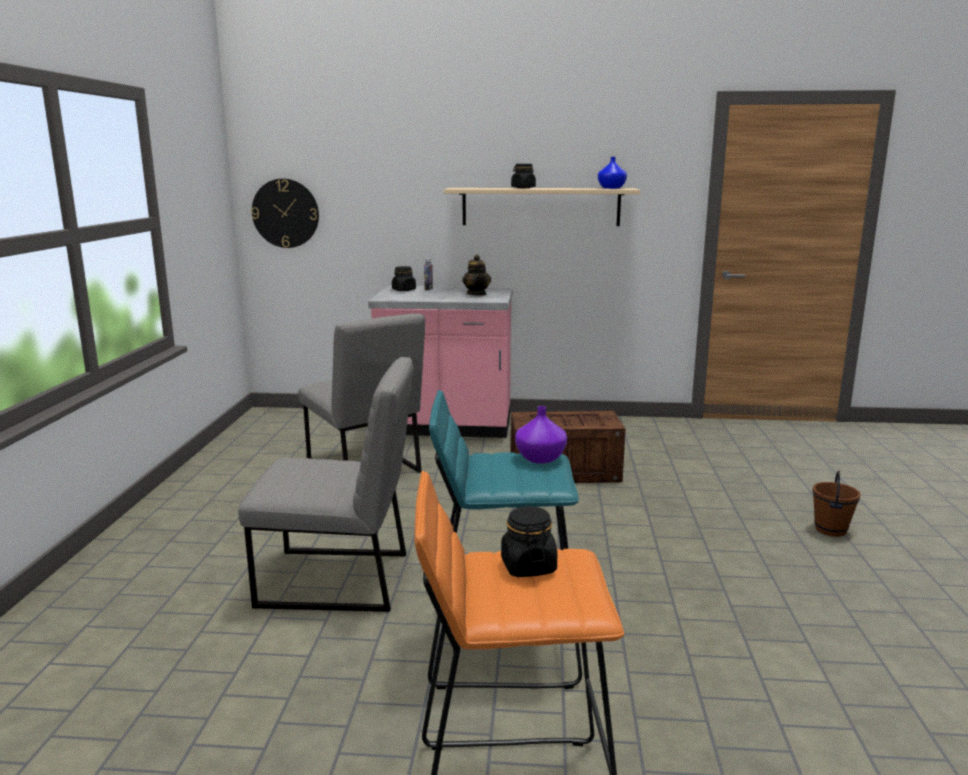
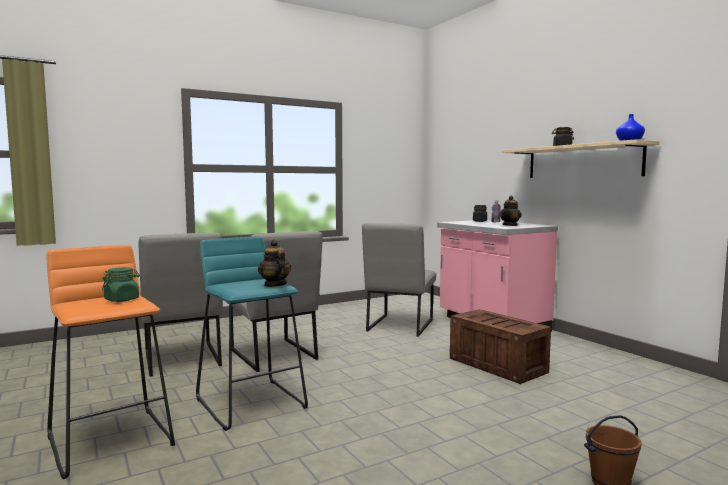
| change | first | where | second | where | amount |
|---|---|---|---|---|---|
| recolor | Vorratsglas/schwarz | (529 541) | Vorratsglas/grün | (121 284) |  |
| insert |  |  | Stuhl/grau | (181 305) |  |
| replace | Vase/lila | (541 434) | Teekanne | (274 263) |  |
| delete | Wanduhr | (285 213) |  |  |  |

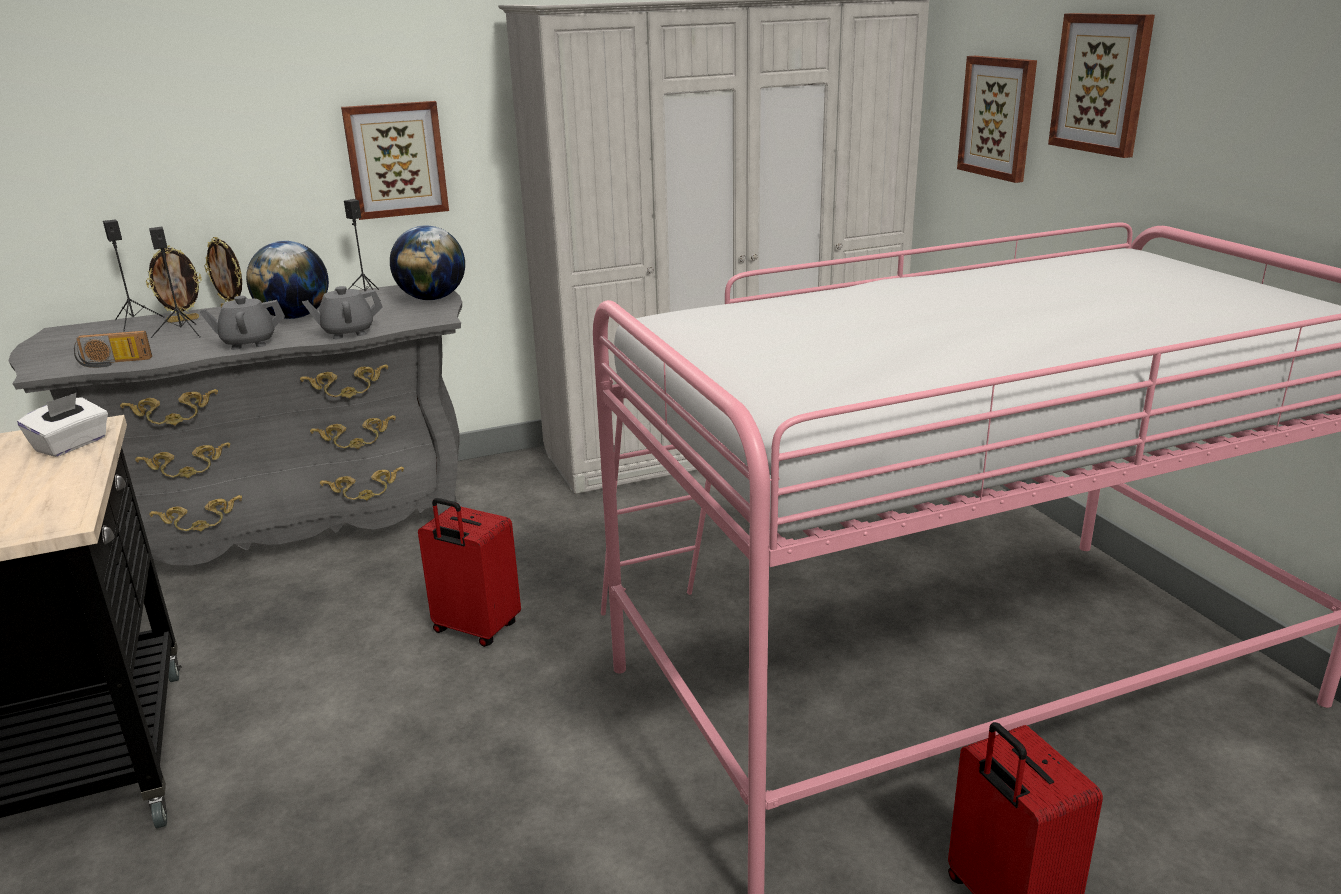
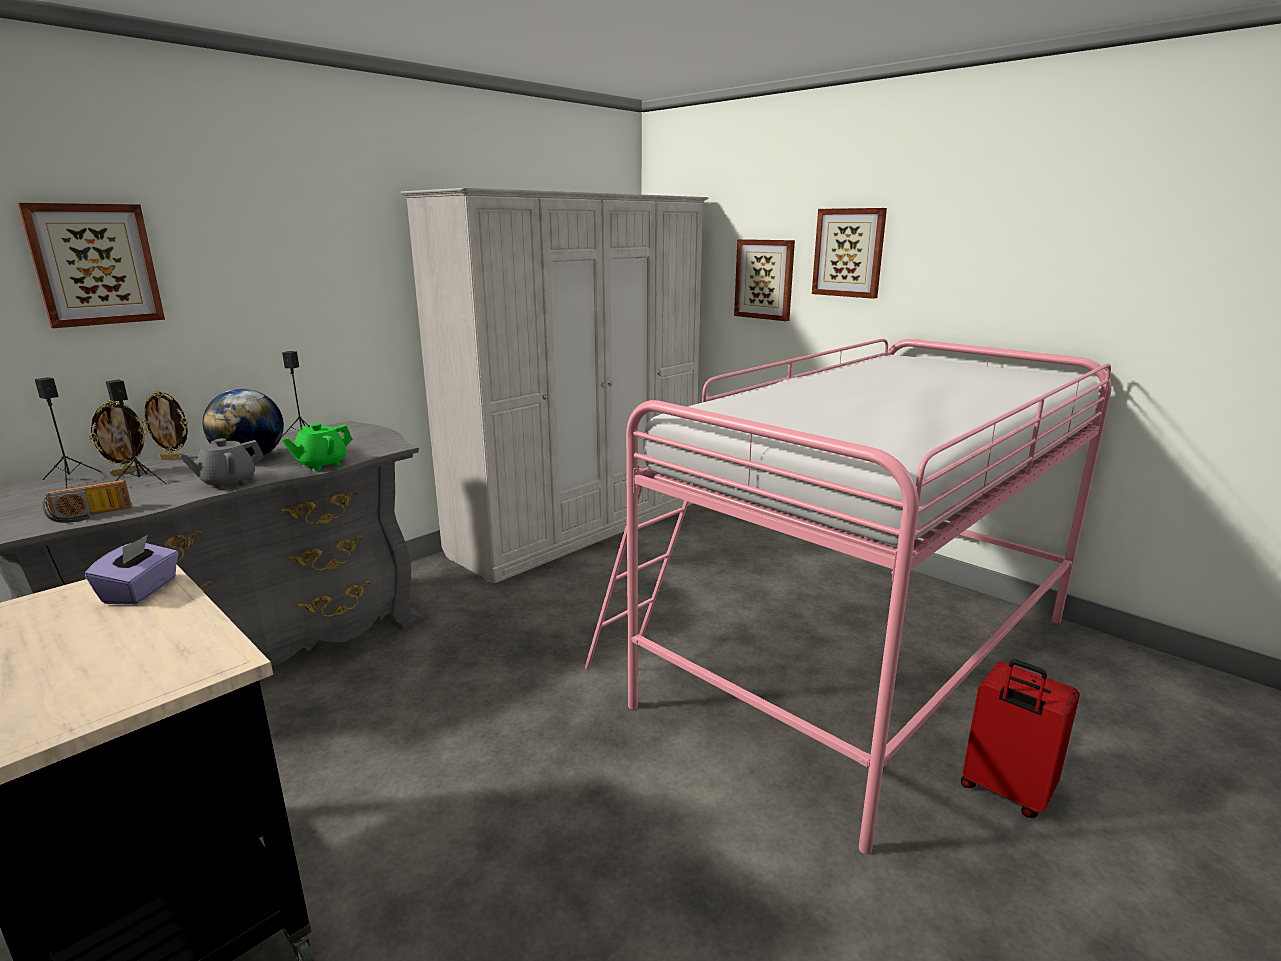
| change | first | where | second | where | amount |
|---|---|---|---|---|---|
| move | Bild | (395 160) |  | (91 265) |  |
| recolor | Taschentuchbox/weiß | (62 425) | Taschentuchbox/lila | (132 570) |  |
| recolor | Teekanne/grau | (342 312) | Teekanne/grün | (317 447) |  |
| delete | Globus | (427 262) |  |  |  |
| delete | Koffer/rot | (469 572) |  |  |  |

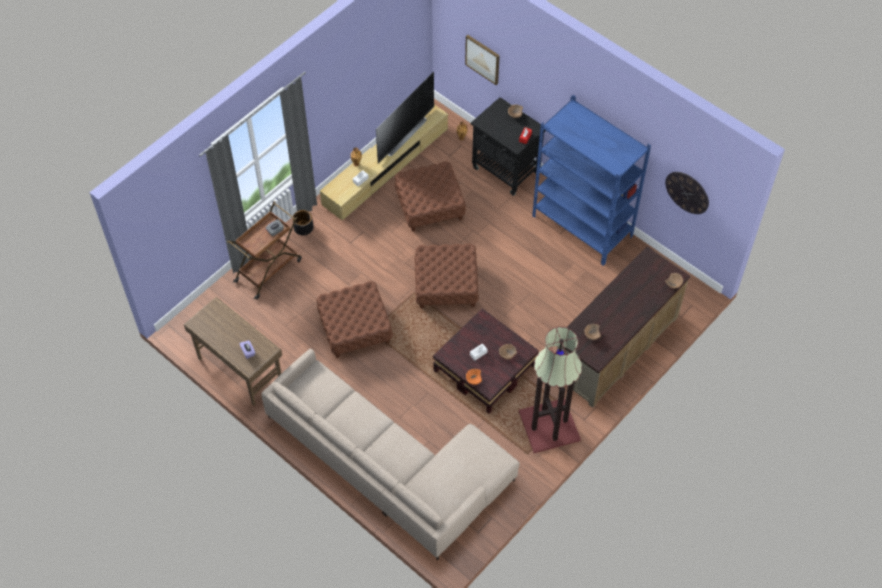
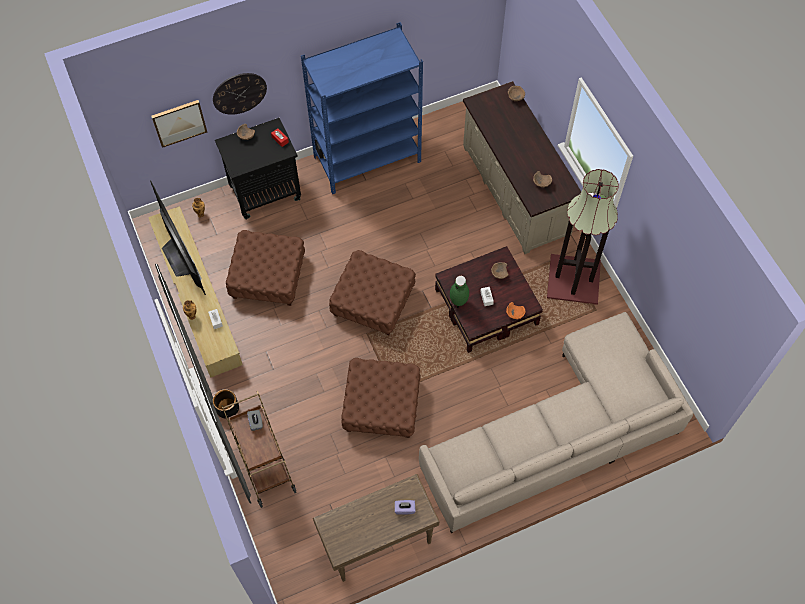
| change | first | where | second | where | amount |
|---|---|---|---|---|---|
| move | Wanduhr | (687 193) |  | (240 94) |  |
| insert |  |  | Vase/grün | (459 292) |  |

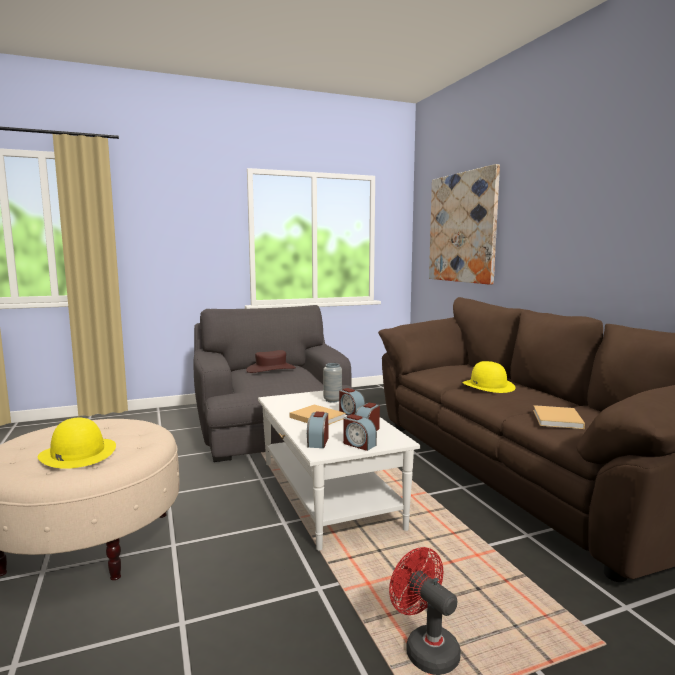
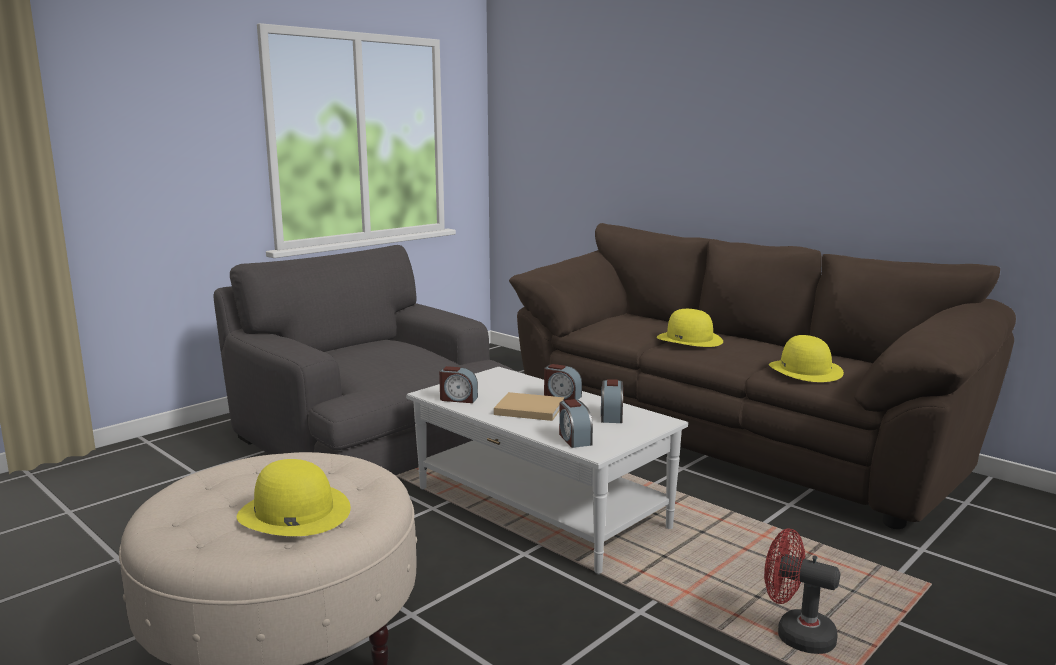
| change | first | where | second | where | amount |
|---|---|---|---|---|---|
| move | Wecker | (360 432) |  | (458 384) |  |
| replace | Buch/beige | (559 417) | Hut/gelb | (806 358) |  |
| delete | Hut/braun | (271 361) |  |  |  |
| delete | Vase/grau | (332 382) |  |  |  |
| delete | Bild | (464 224) |  |  |  |

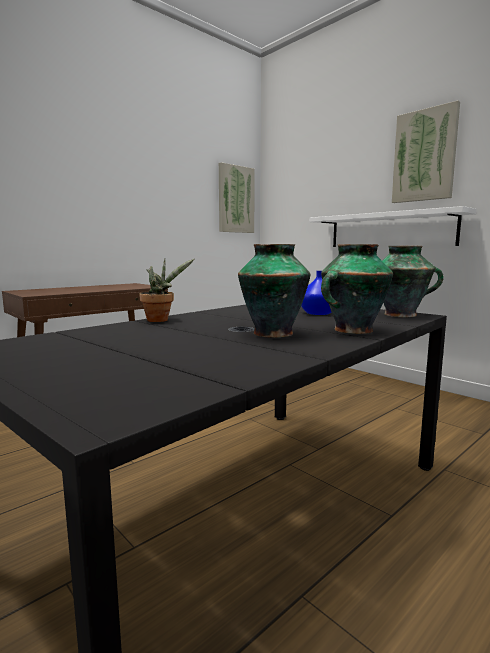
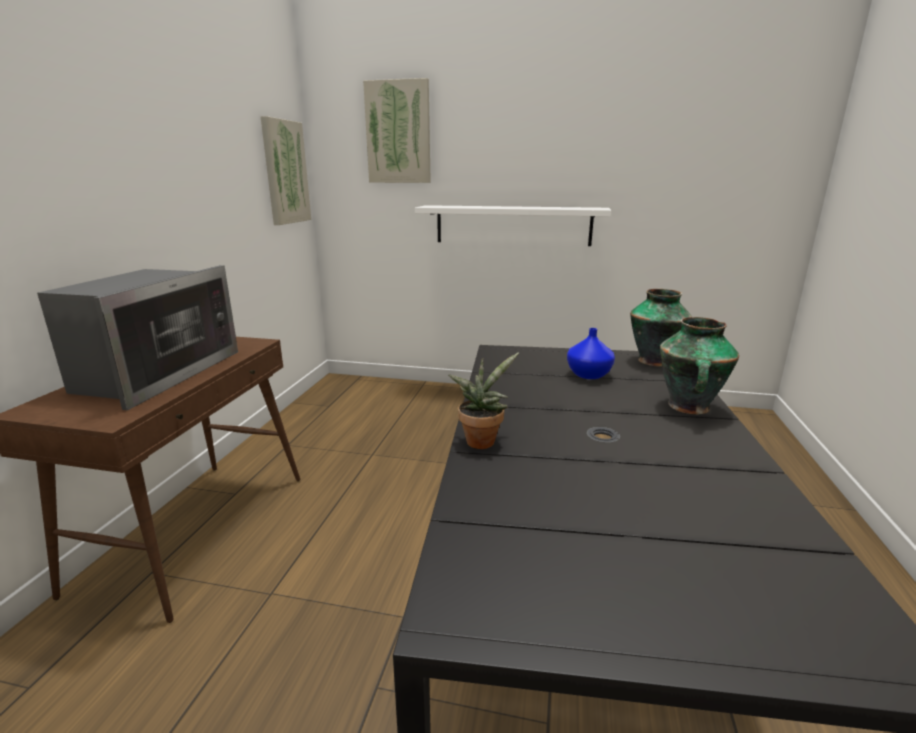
| change | first | where | second | where | amount |
|---|---|---|---|---|---|
| insert |  |  | Mikrowelle | (137 337) |  |
| move | Bild | (426 151) |  | (397 130) |  |
| delete | Vase | (274 291) |  |  |  |

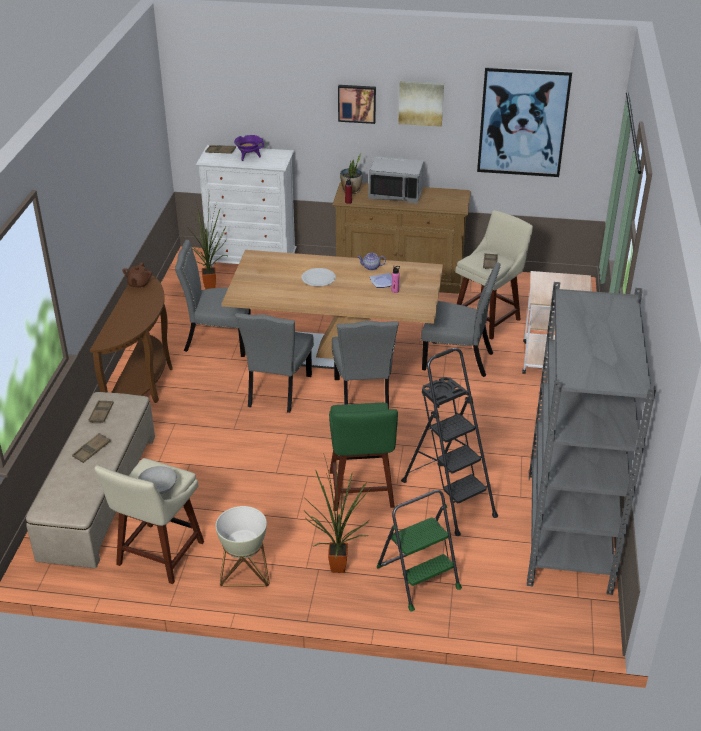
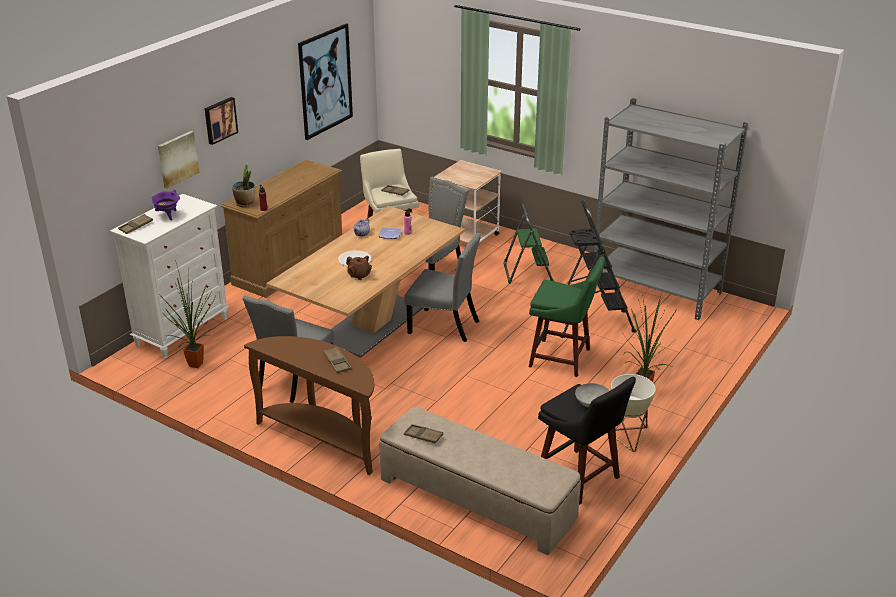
| change | first | where | second | where | amount |
|---|---|---|---|---|---|
| move | Bild | (421 104) |  | (178 160) |  |
| move | Tablett/braun | (91 448) |  | (337 360) |  |
| move | Teekanne/braun | (137 275) |  | (359 268) |  |
| move | Trittleiter/grün | (419 551) |  | (528 243) |  |
| recolor | Hocker/beige | (149 521) | Hocker/schwarz | (587 441) |  |
| delete | Stuhl/grau | (274 363) |  |  |  |
| delete | Mikrowelle/grau | (396 179) |  |  |  |

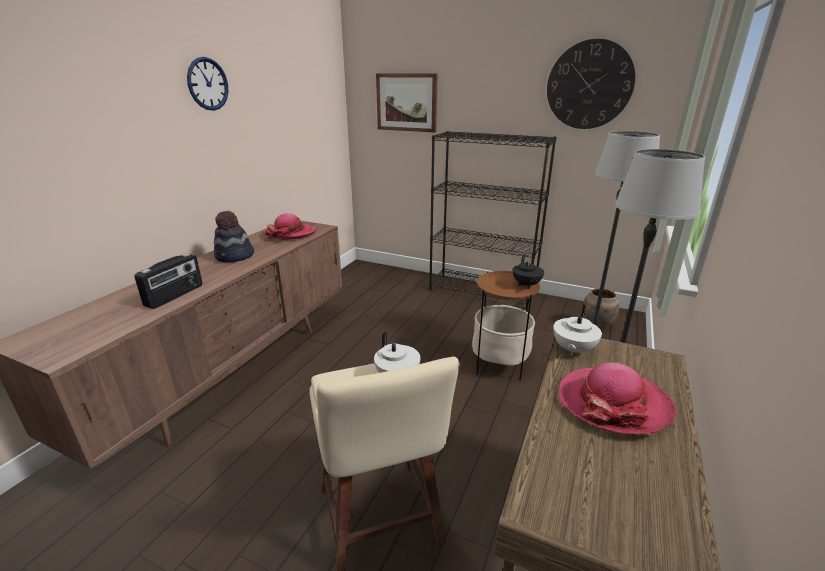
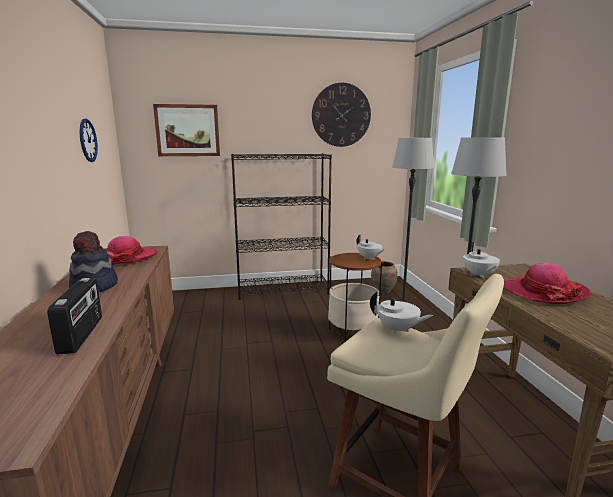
| change | first | where | second | where | amount |
|---|---|---|---|---|---|
| move | Wanduhr | (207 84) |  | (89 140) |  |
| recolor | Teekanne/schwarz | (528 271) | Teekanne/weiß | (370 247) |  |

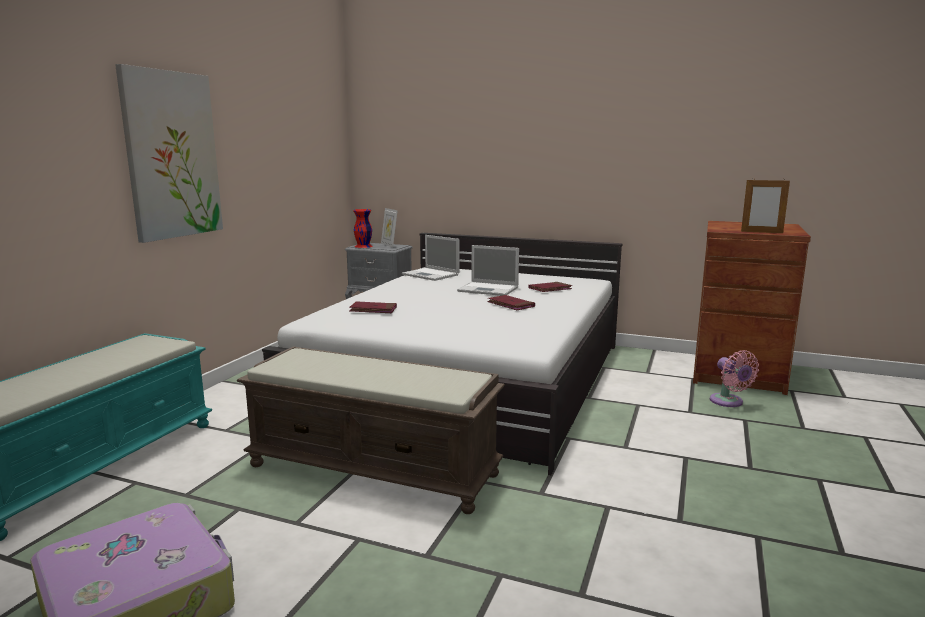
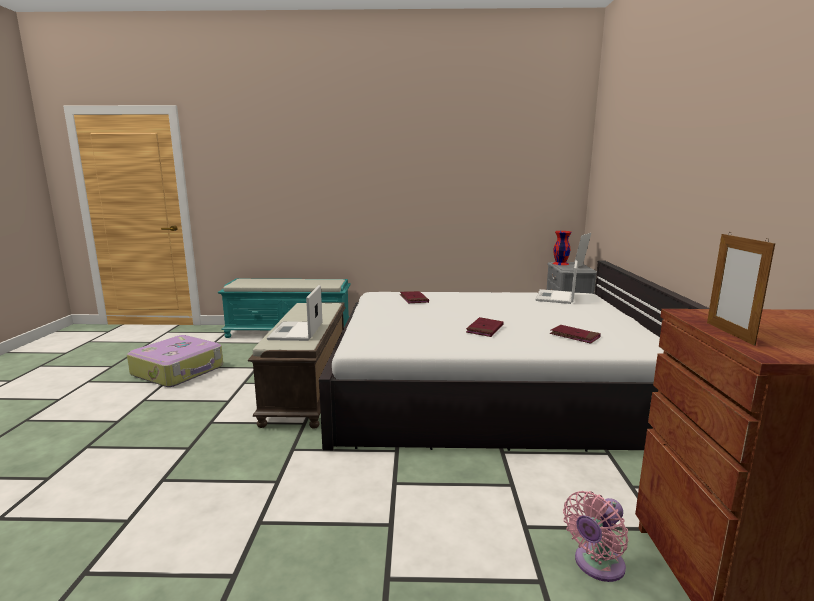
| change | first | where | second | where | amount |
|---|---|---|---|---|---|
| move | Laptop | (488 270) |  | (294 313) |  |
| delete | Bild | (169 153) |  |  |  |

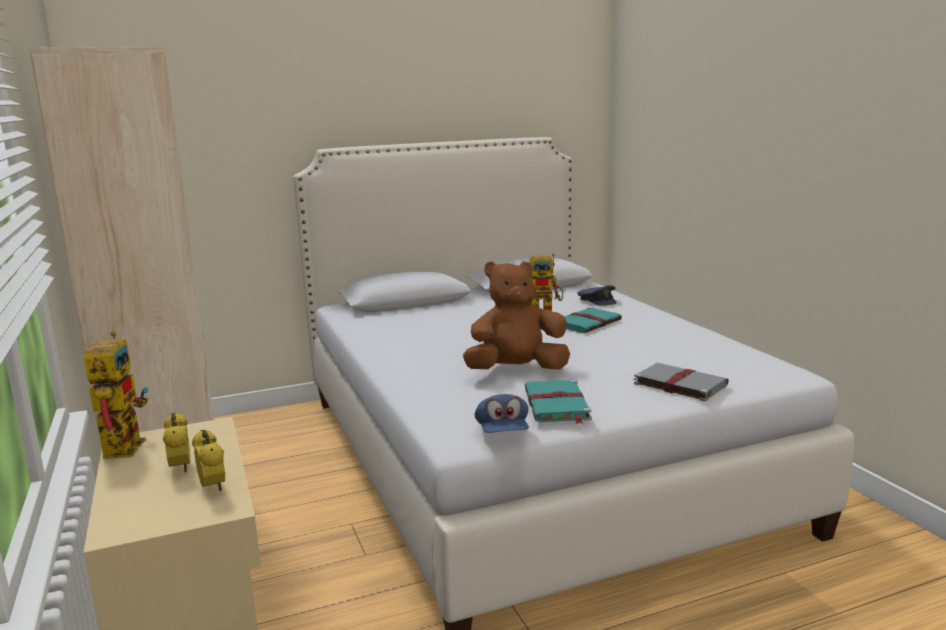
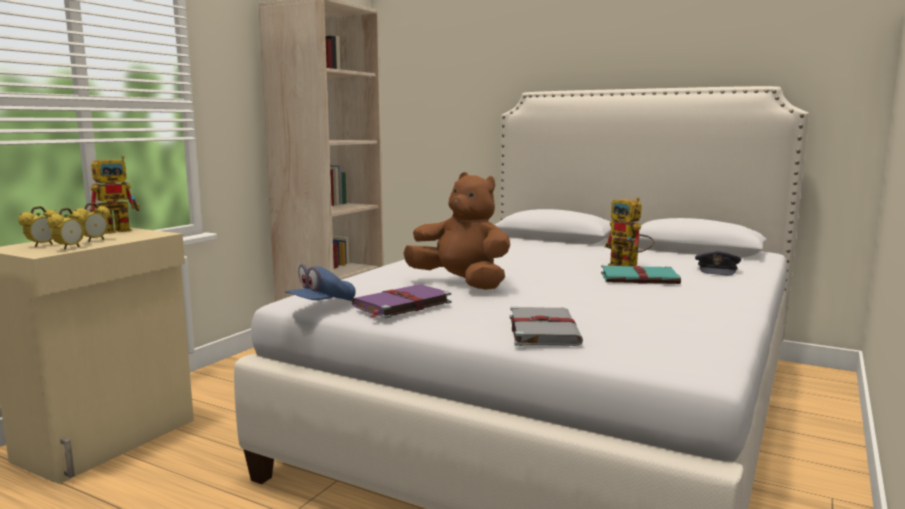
| change | first | where | second | where | amount |
|---|---|---|---|---|---|
| insert |  |  | Wecker | (38 226) |  |
| recolor | Buch/türkis | (558 401) | Buch/lila | (401 301) |  |

